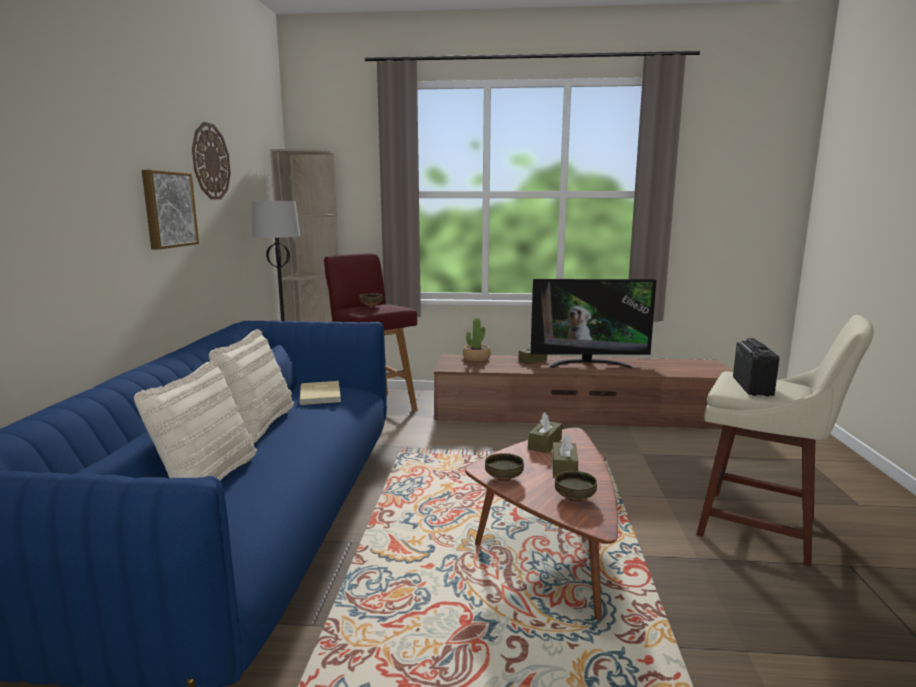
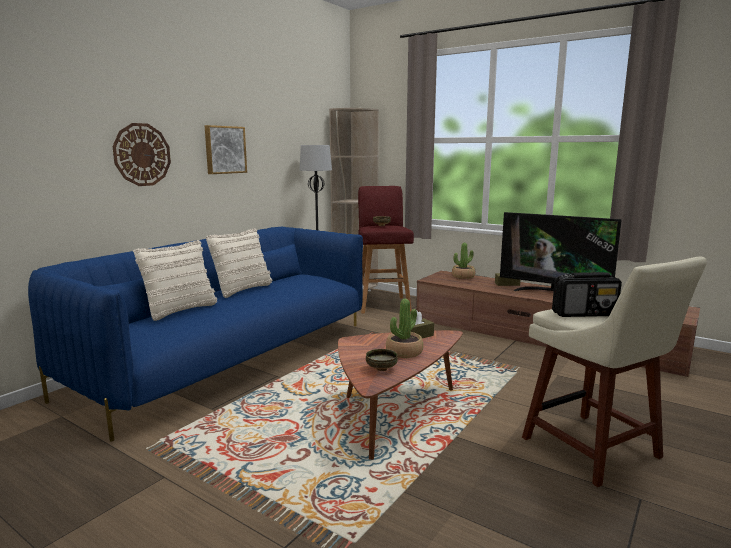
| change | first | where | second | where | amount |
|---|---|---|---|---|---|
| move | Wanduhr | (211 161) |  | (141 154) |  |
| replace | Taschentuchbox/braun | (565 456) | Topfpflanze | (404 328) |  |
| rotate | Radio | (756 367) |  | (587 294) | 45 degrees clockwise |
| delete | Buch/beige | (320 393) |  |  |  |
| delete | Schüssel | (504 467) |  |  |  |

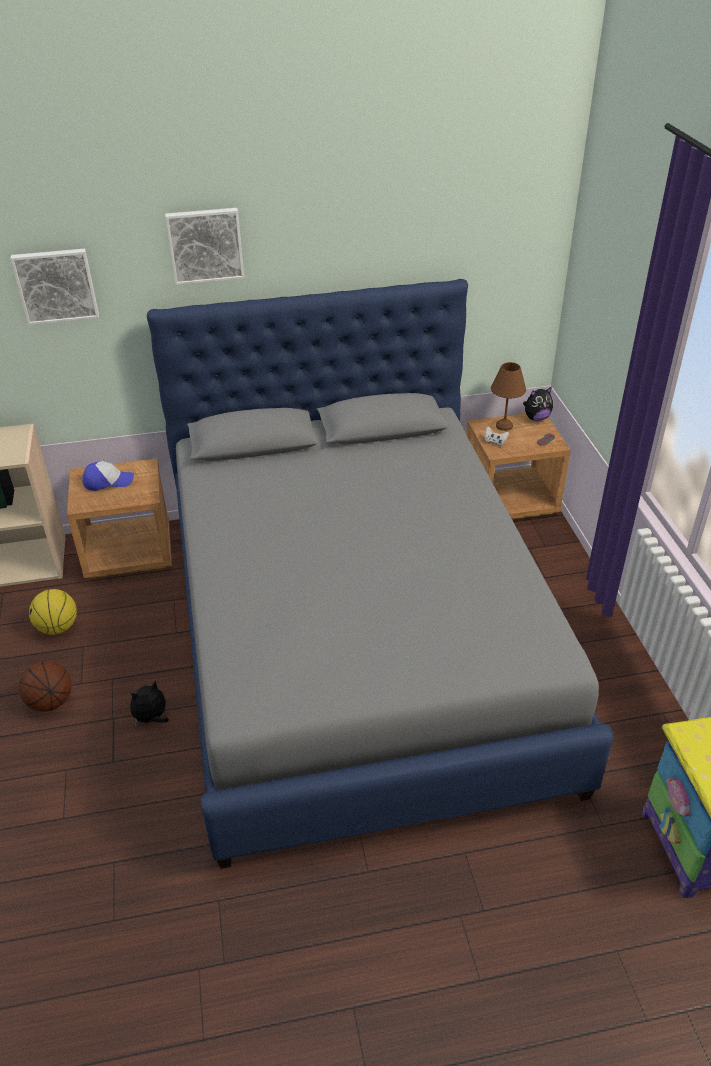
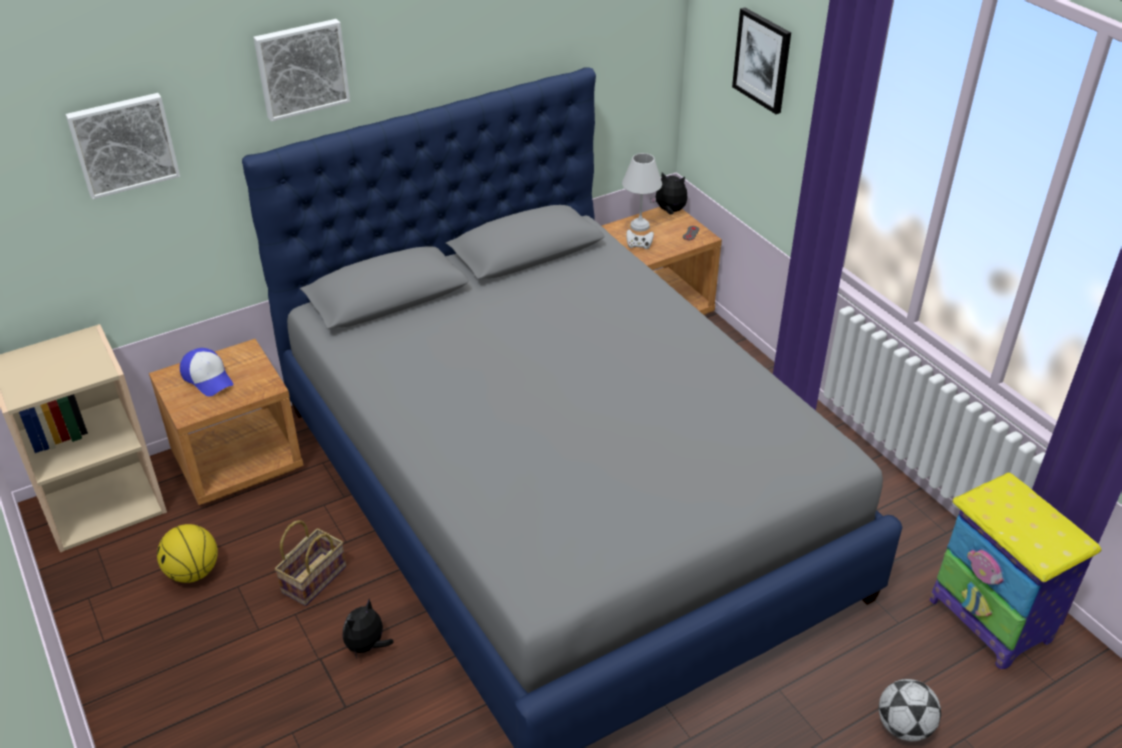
| change | first | where | second | where | amount |
|---|---|---|---|---|---|
| rotate | Kappe | (108 476) |  | (207 372) | 75 degrees clockwise |
| insert |  |  | Korb | (310 563) |  |
| recolor | Tischlampe/braun | (508 396) | Tischlampe/weiß | (642 192) |  |
| rotate | Plüschtier | (538 404) |  | (669 193) | 120 degrees counterclockwise |
| insert |  |  | Bild | (761 60) |  |
| insert |  |  | Fußball | (910 710) |  |
| delete | Basketball | (45 686) |  |  |  |

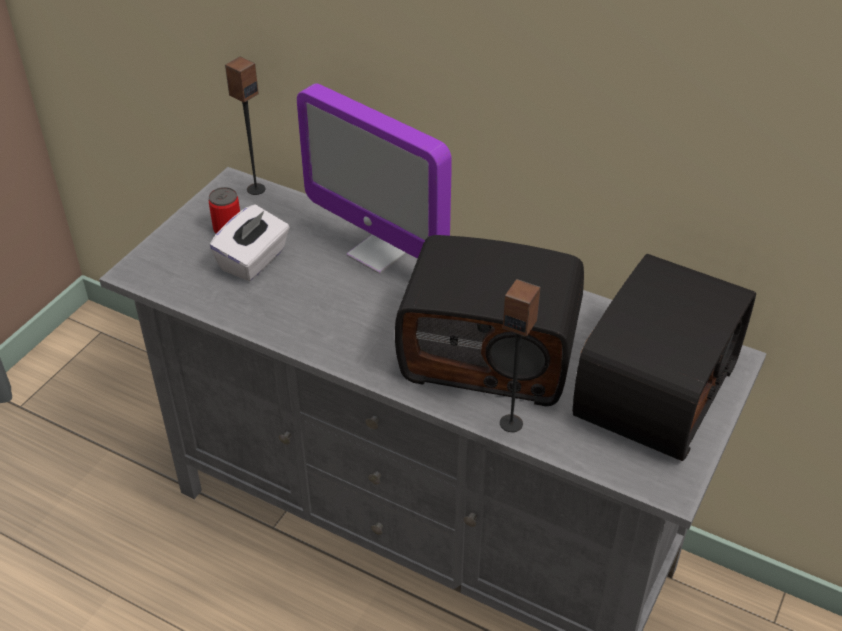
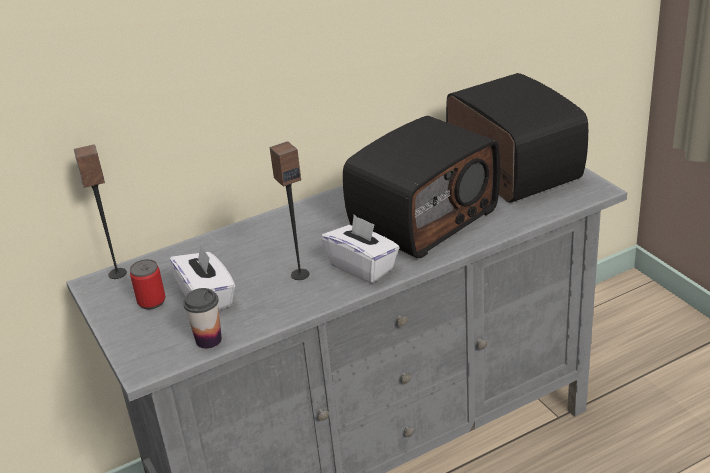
| change | first | where | second | where | amount |
|---|---|---|---|---|---|
| insert |  |  | Tasse | (202 318) |  |
| move | Lautsprecher | (520 355) |  | (289 210) |  |
| insert |  |  | Taschentuchbox/weiß | (360 249) |  |
| delete | Monitor | (374 178) |  |  |  |

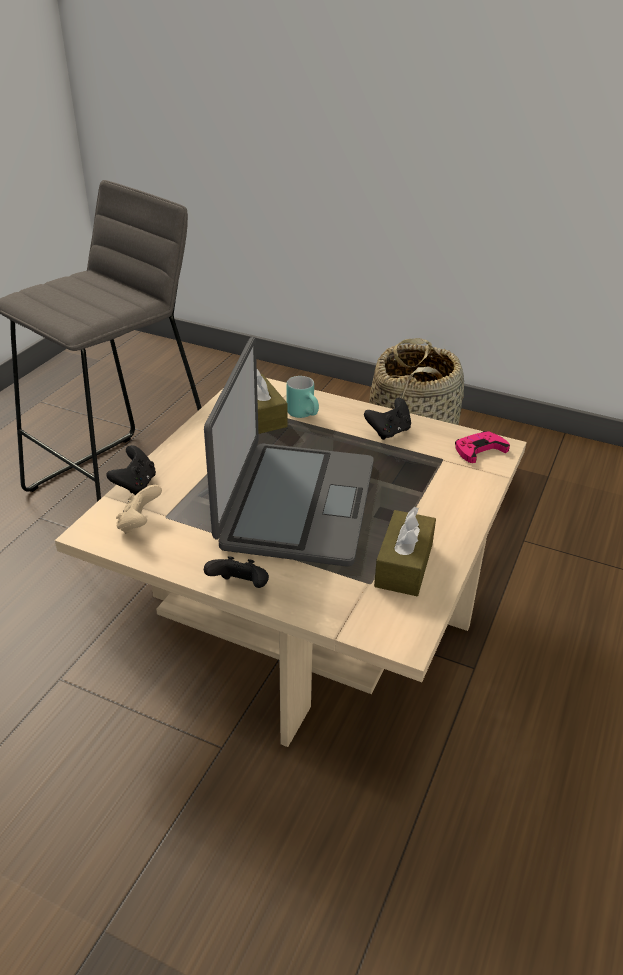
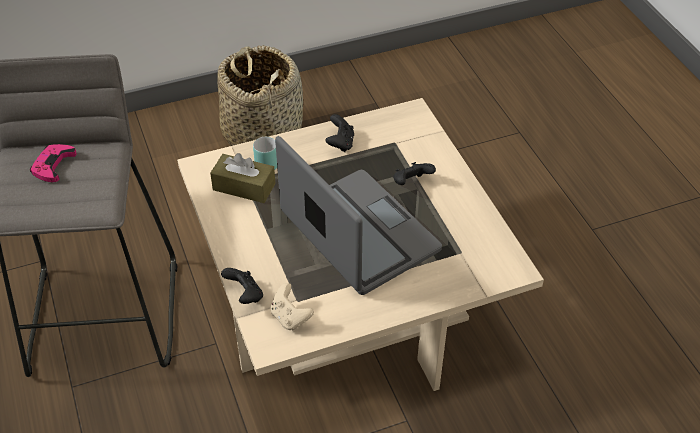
| change | first | where | second | where | amount |
|---|---|---|---|---|---|
| move | Gamepad/rosa | (482 447) |  | (53 163) |  |
| move | Gamepad/schwarz | (236 572) |  | (414 173) |  |
| delete | Taschentuchbox/braun | (405 551) |  |  |  |

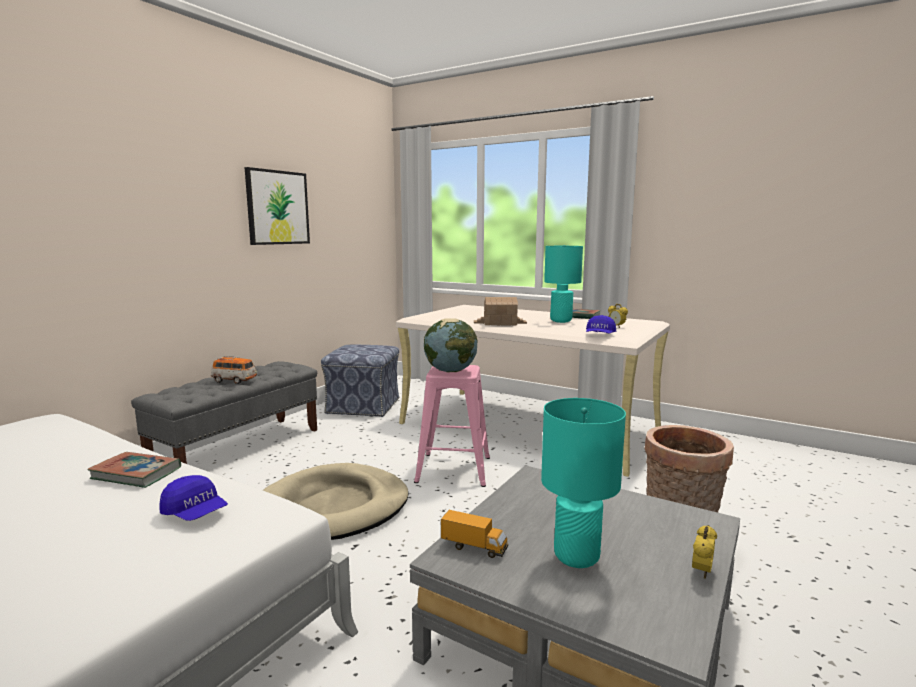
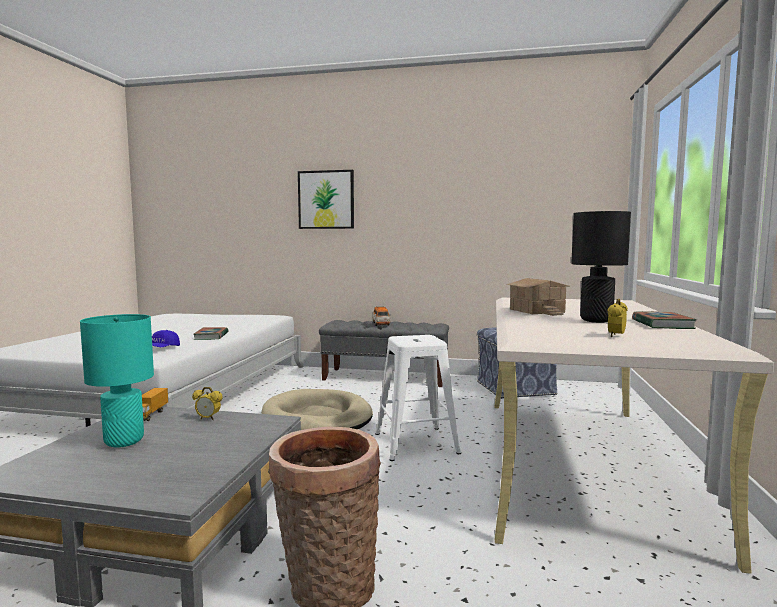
| change | first | where | second | where | amount |
|---|---|---|---|---|---|
| move | Wecker | (704 552) |  | (207 403) |  |
| move | Bild | (277 206) |  | (326 199) |  |
| recolor | Hocker/rosa | (452 426) | Hocker/weiß | (418 398) |  |
| recolor | Tischlampe/türkis | (563 284) | Tischlampe/schwarz | (601 267) |  |
| delete | Globus | (451 345) |  |  |  |
| delete | Kappe/blau | (601 324) |  |  |  |

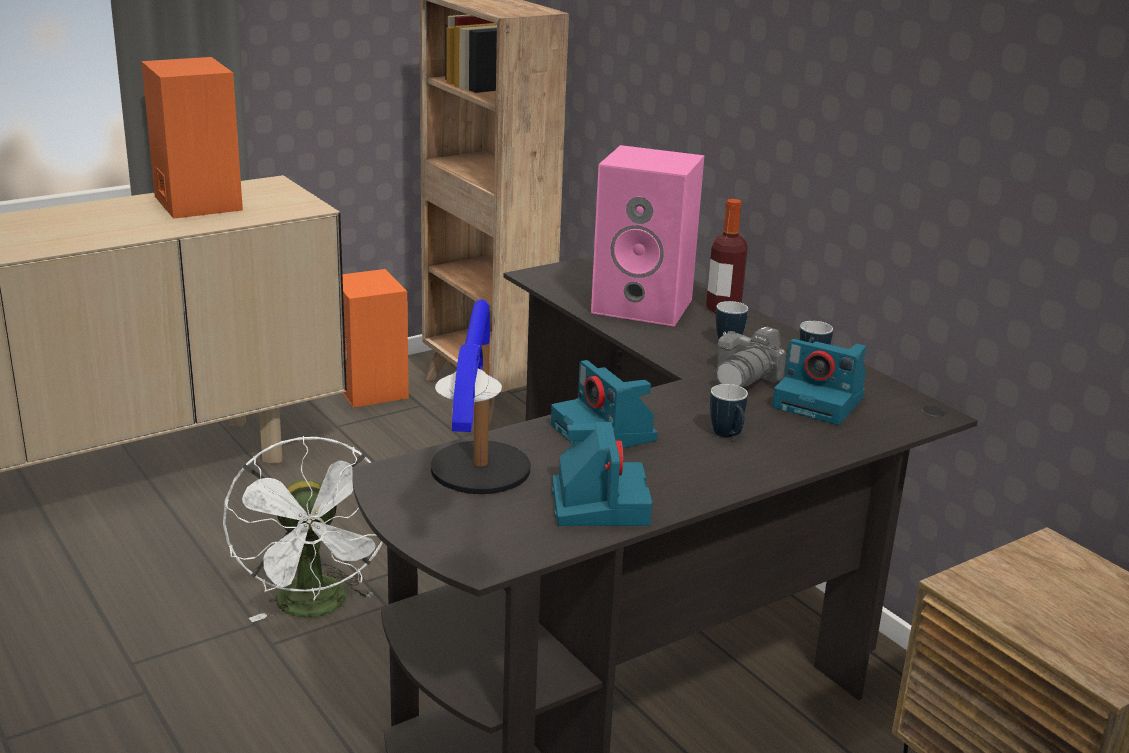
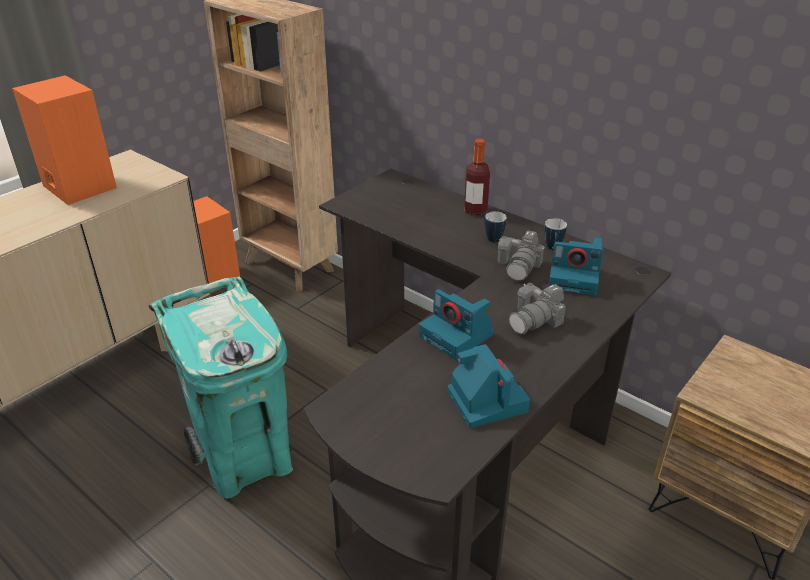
| change | first | where | second | where | amount |
|---|---|---|---|---|---|
| replace | Ventilator/weiß | (303 529) | Mülleimer/türkis | (221 388) |  |
| replace | Henkelbecher | (729 410) | Kamera | (537 308) |  |
| delete | Tischlampe | (480 397) |  |  |  |
| delete | Lautsprecher/rosa | (647 236) |  |  |  |

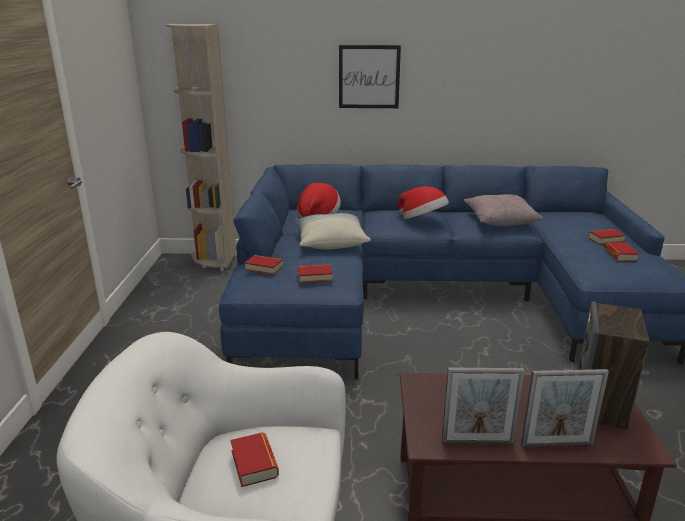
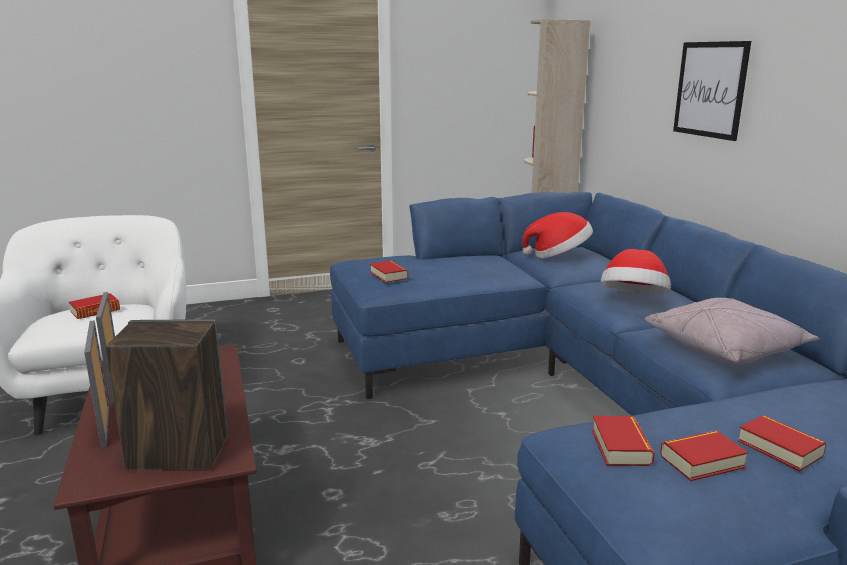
| change | first | where | second | where | amount |
|---|---|---|---|---|---|
| move | Buch | (263 265) |  | (623 441) |  |
| delete | Kissen | (333 231) |  |  |  |

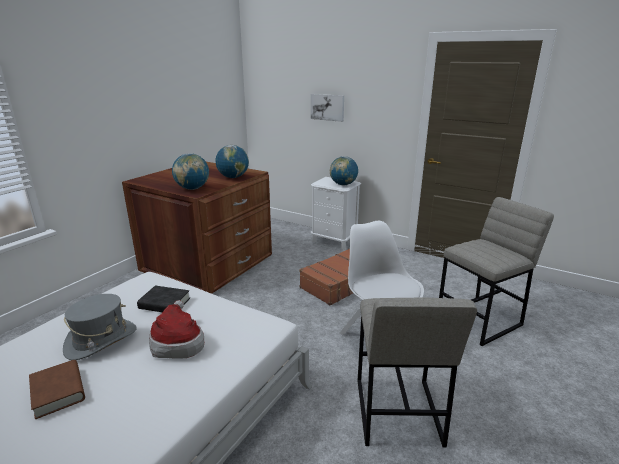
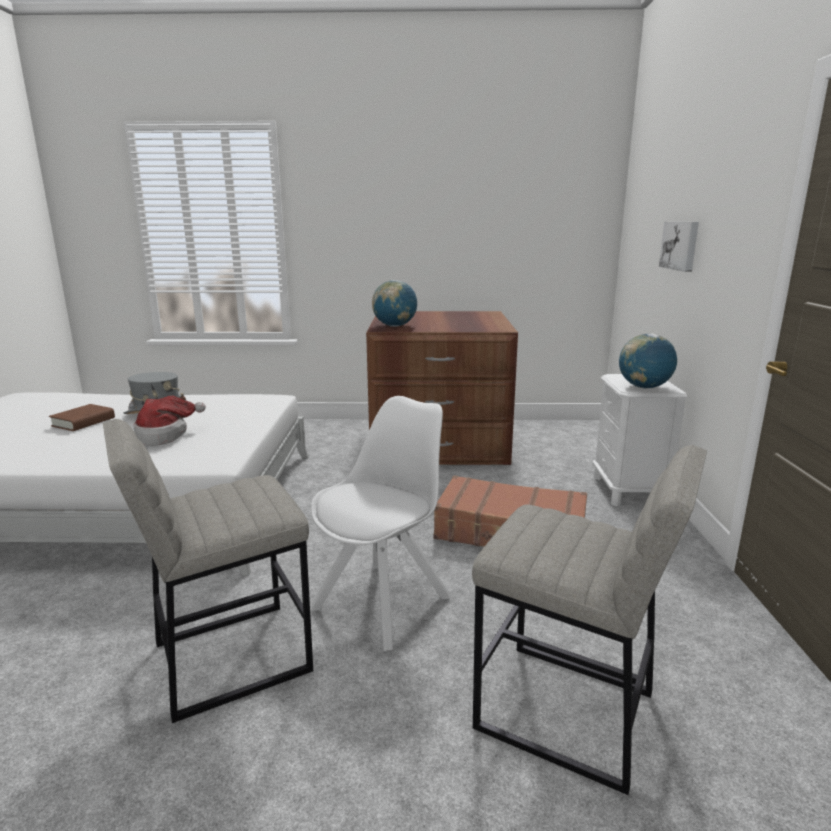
| change | first | where | second | where | amount |
|---|---|---|---|---|---|
| delete | Buch/schwarz | (163 298) |  |  |  |
| delete | Globus | (232 161) |  |  |  |

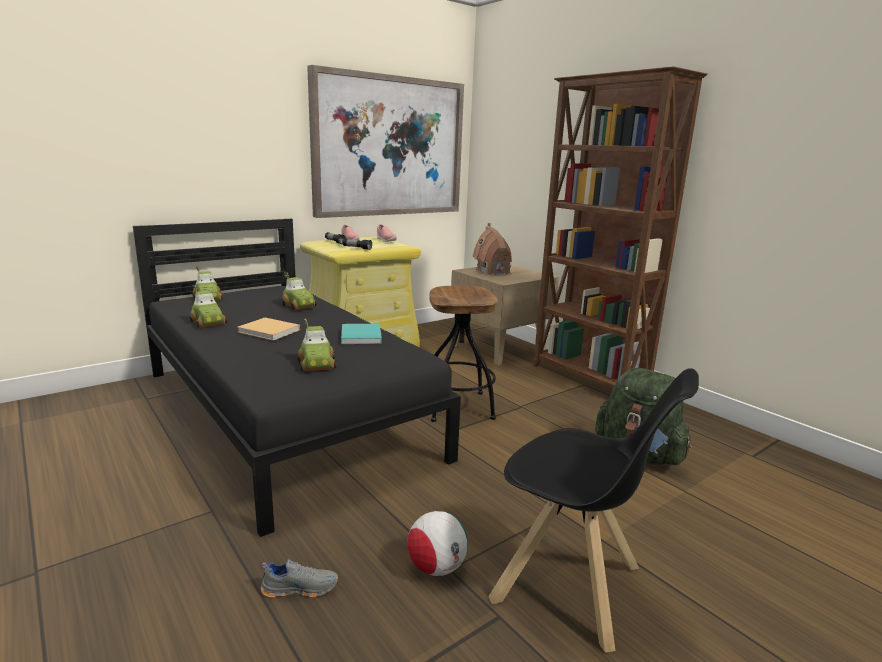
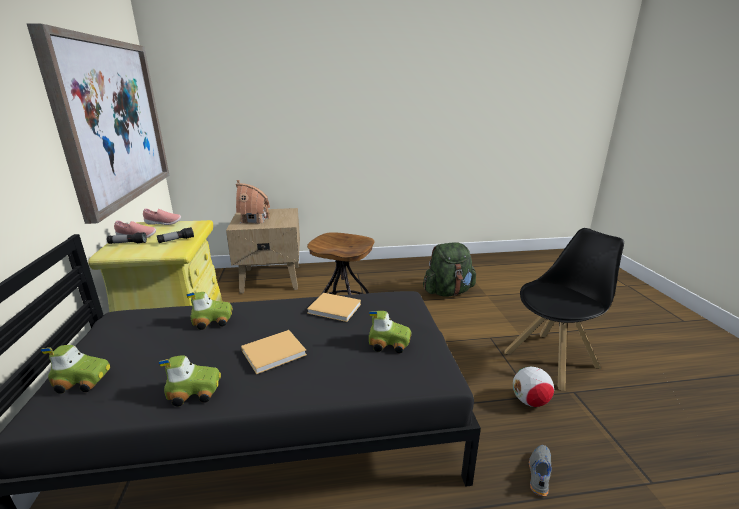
| change | first | where | second | where | amount |
|---|---|---|---|---|---|
| recolor | Buch/türkis | (361 334) | Buch/beige | (334 307) |  |
| delete | Bücherregal/braun | (620 227) |  |  |  |

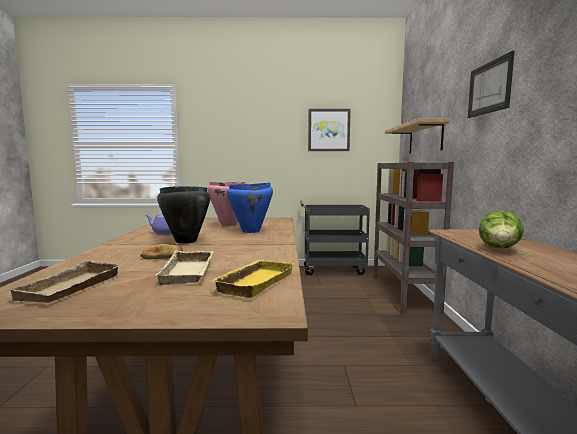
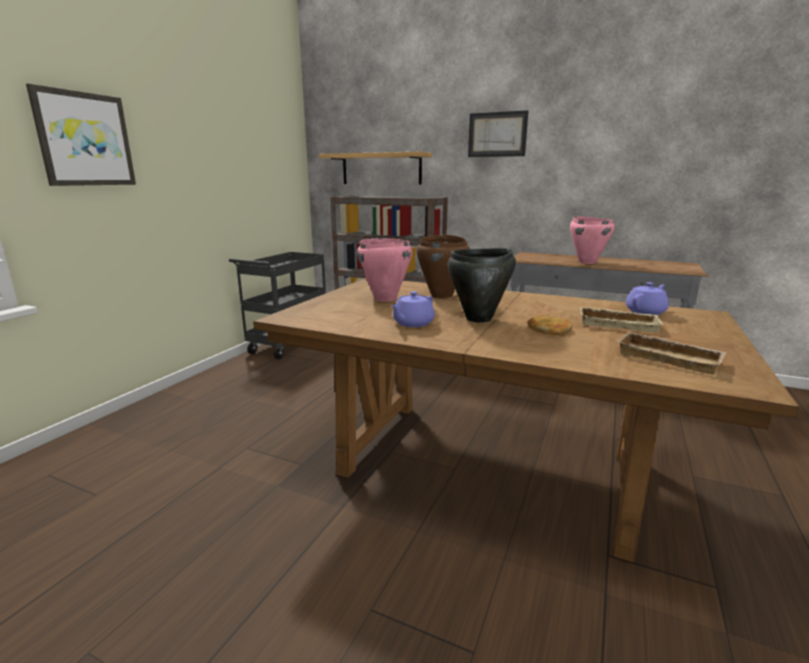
| change | first | where | second | where | amount |
|---|---|---|---|---|---|
| move | Bild | (329 130) |  | (81 135) |  |
| recolor | Kochtopf/blau | (250 207) | Kochtopf/braun | (443 267) |  |
| replace | Salatkopf | (501 229) | Kochtopf/rosa | (592 240) |  |
| replace | Tablett/gelb | (252 279) | Teekanne/lila | (647 298) |  |

